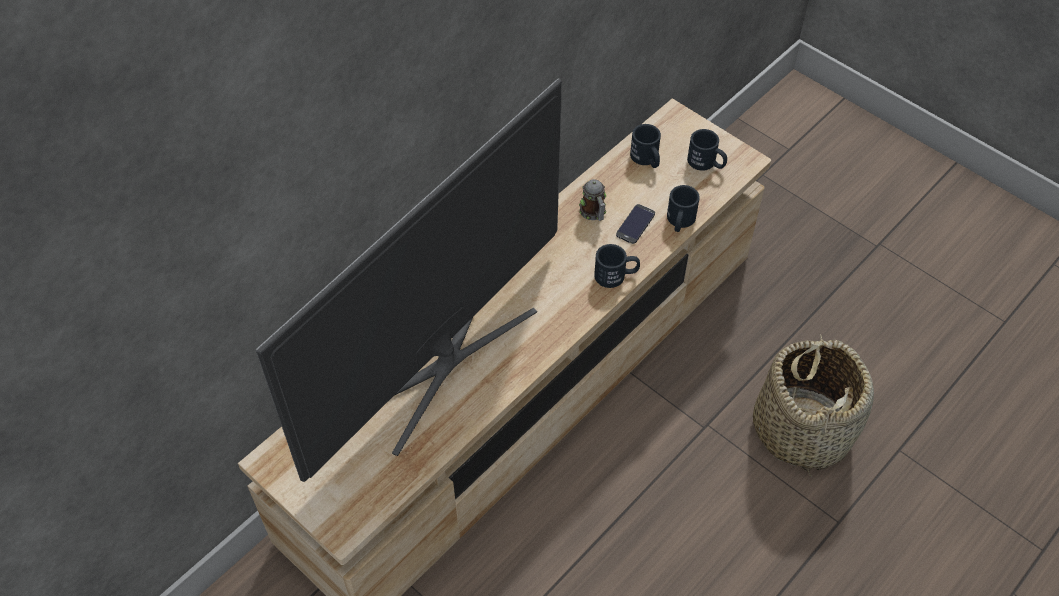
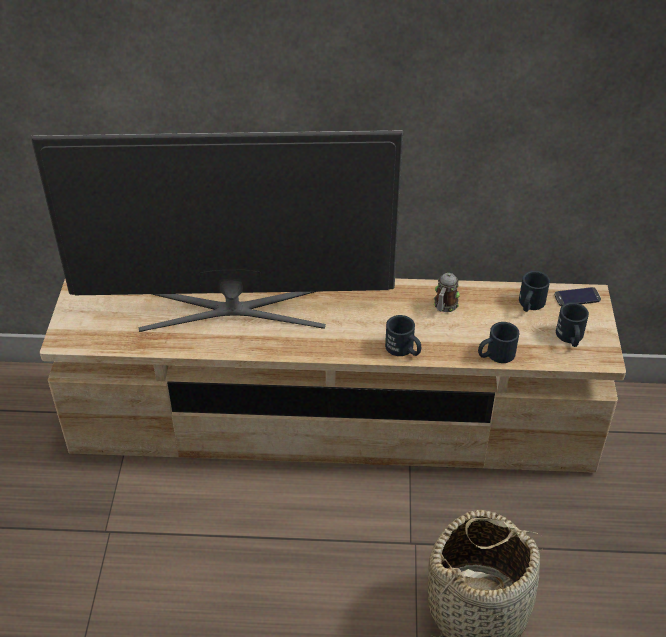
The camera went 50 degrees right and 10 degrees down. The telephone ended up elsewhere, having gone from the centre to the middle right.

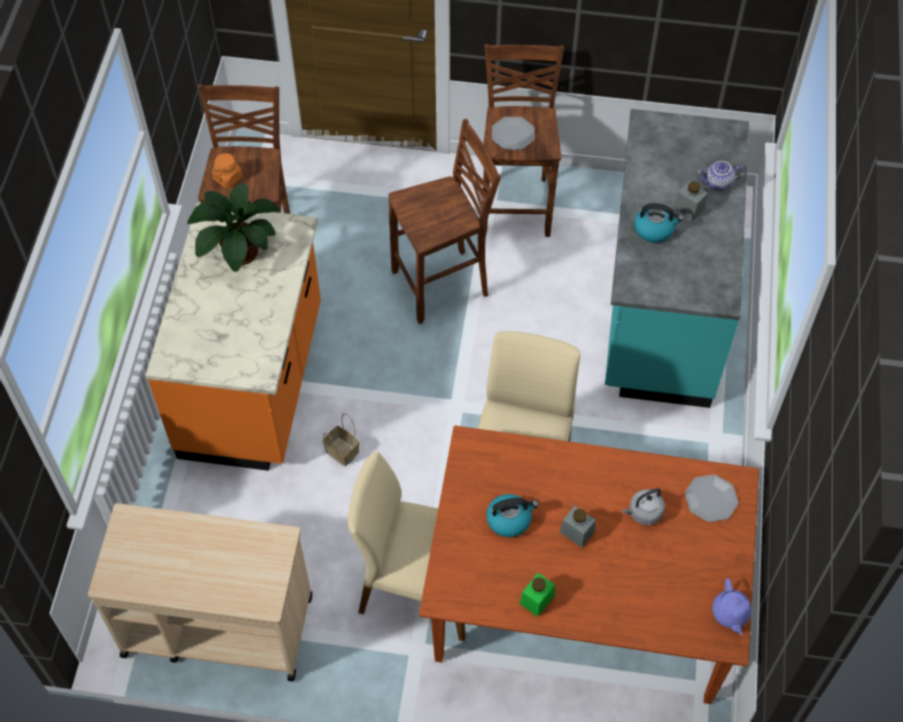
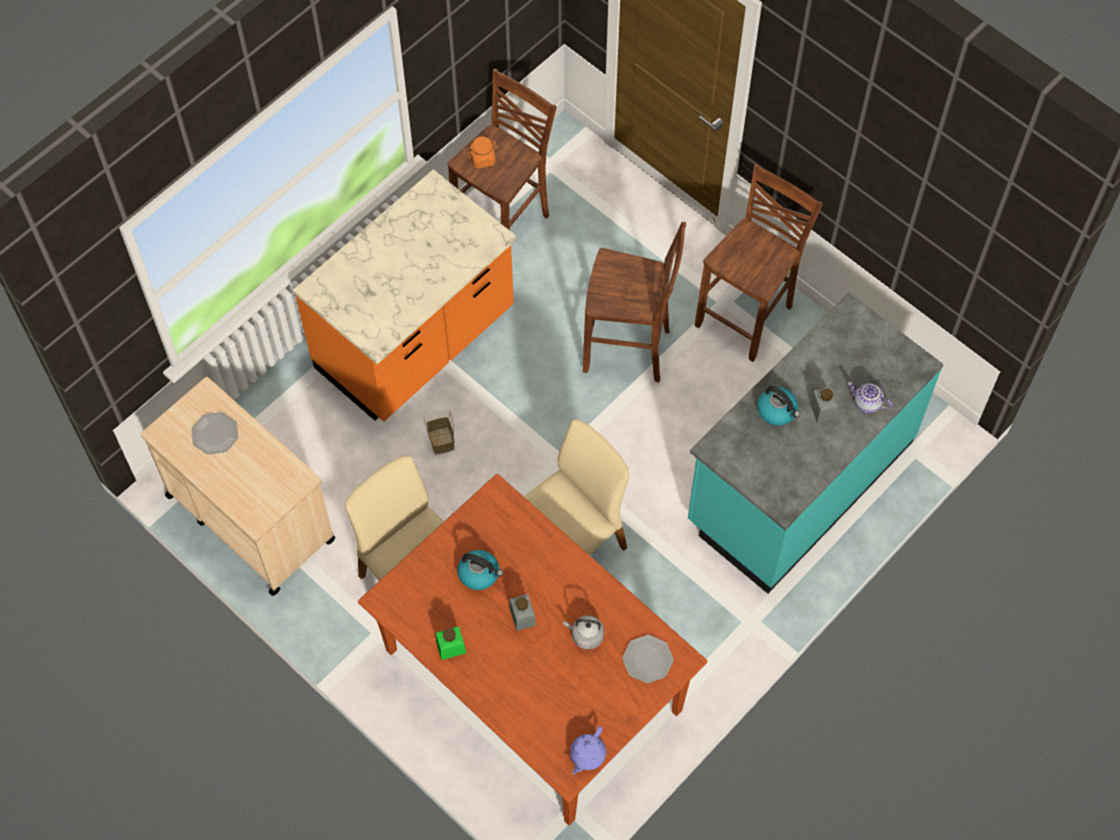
The camera went 35 degrees right and 5 degrees up. The second view lost the potted plant at the top left. The flat dish (1st from left) ended up elsewhere, having gone from the top centre to the middle left.

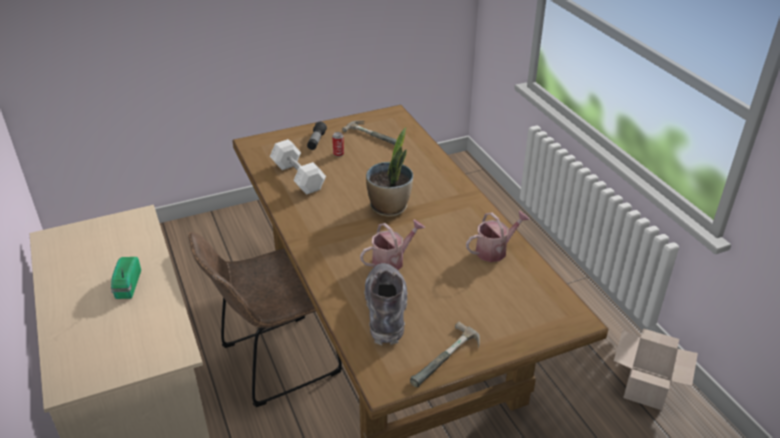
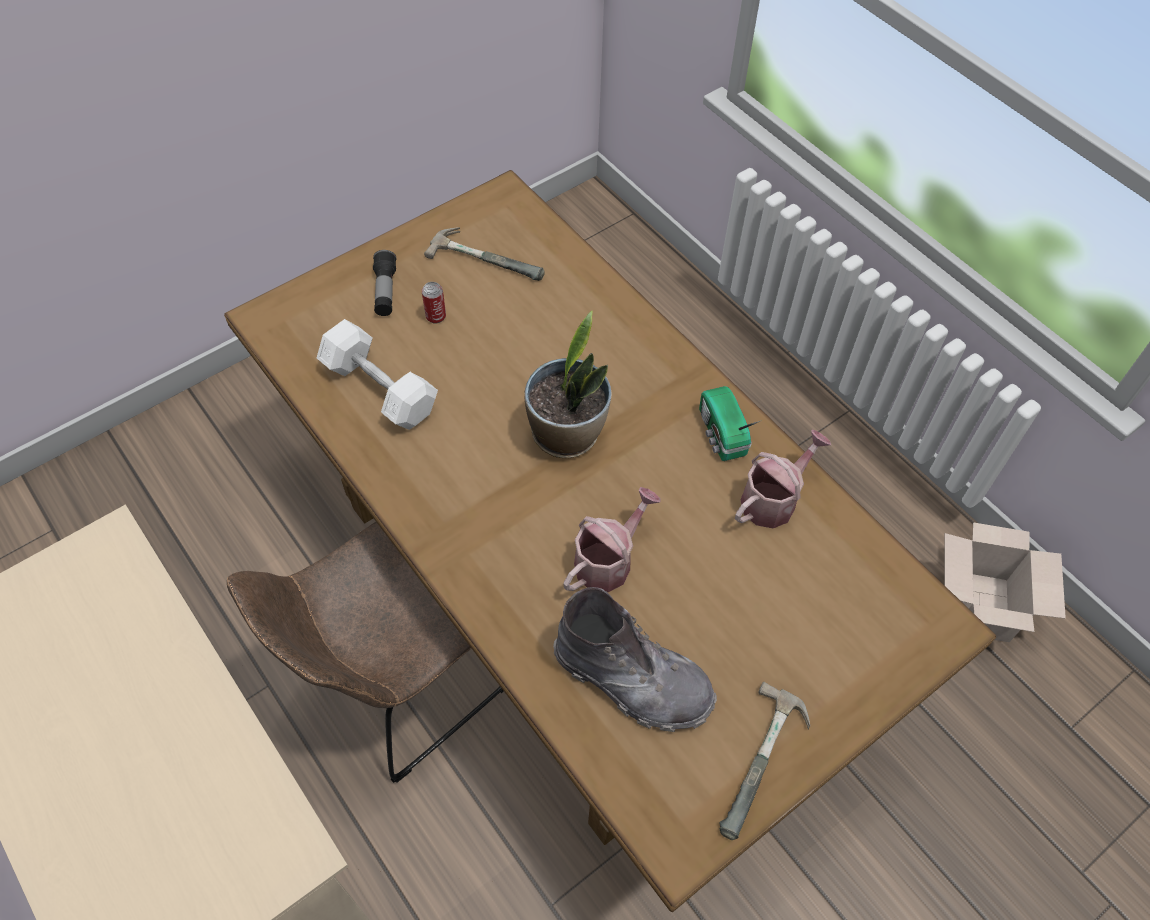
The camera went 15 degrees left and 20 degrees up. The radio set ended up elsewhere, having gone from the middle left to the centre. The tall boot (greyish) at the bottom centre ended up facing another way, 135 degrees clockwise from before.

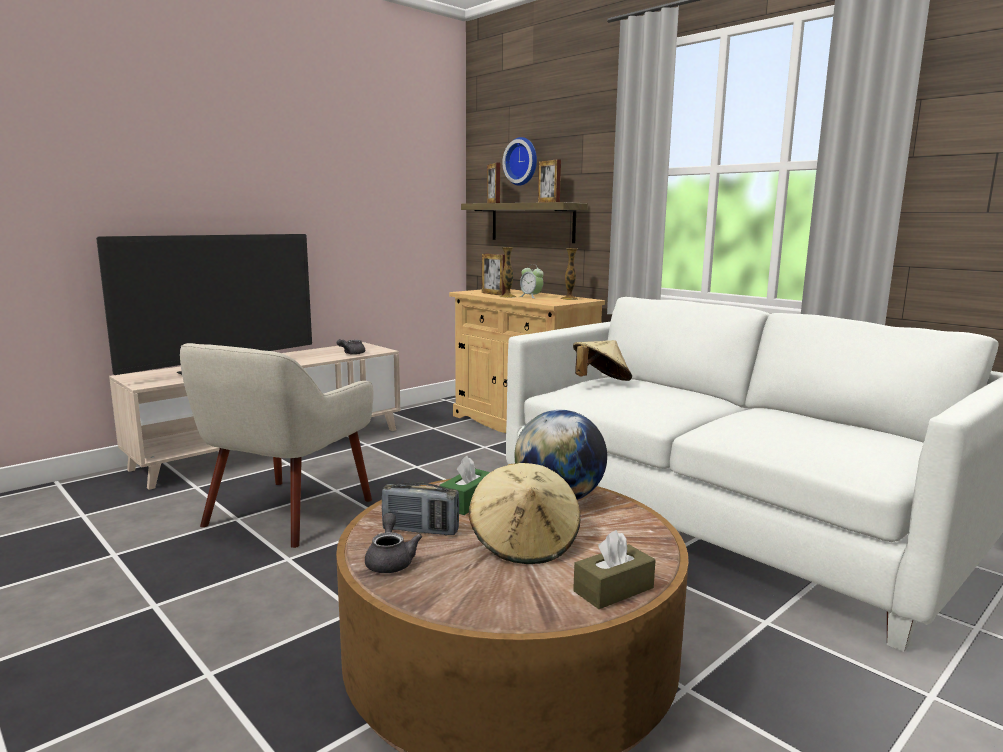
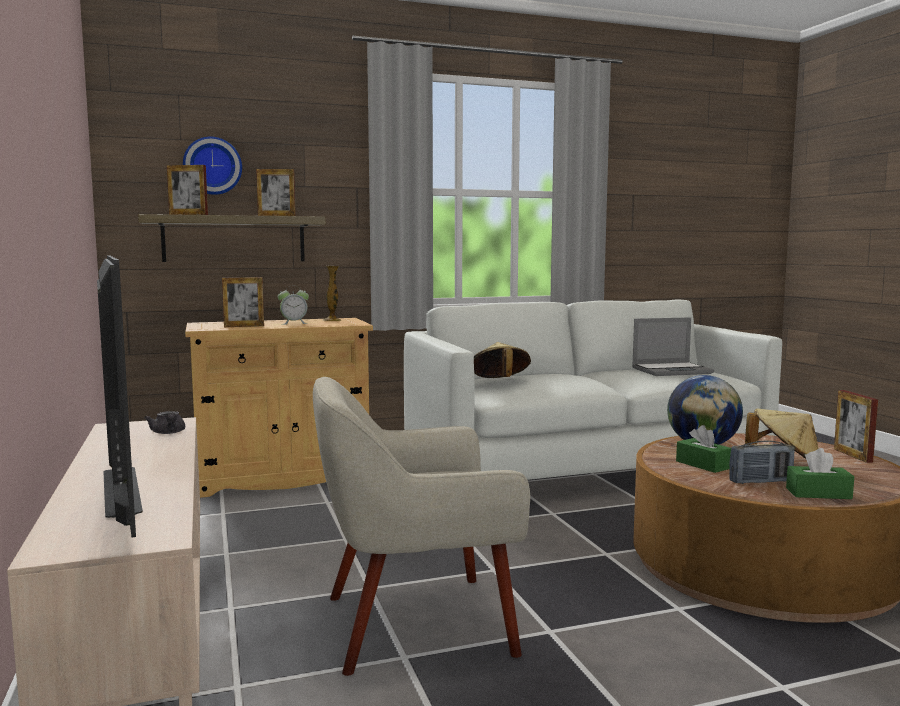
The camera went 65 degrees left and 5 degrees down. The lounge chair (beige) at the middle left ended up facing another way, 120 degrees clockwise from before. Where the pot for tea (greyish) (2nd from left) stood at the bottom centre, the box of tissues (green-coloured) (2nd from left) came to stand at the bottom right. The radio set at the bottom centre ended up facing another way, 45 degrees clockwise from before. The second view lost the flower vase (1st from left) at the centre. Where the box of tissues (brownish) stood at the bottom centre, the standing frame (4th from left) came to stand at the middle right. The second view gained the portable computer at the middle right.

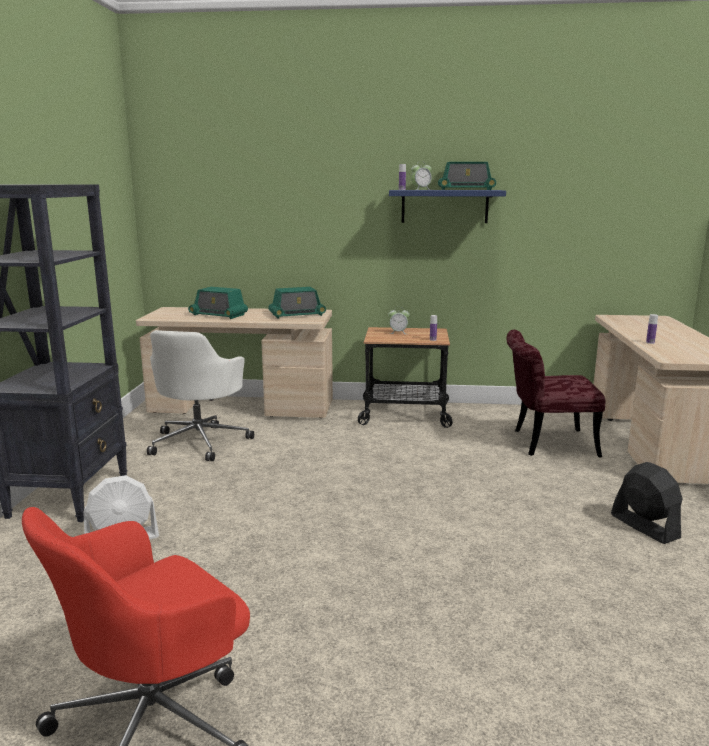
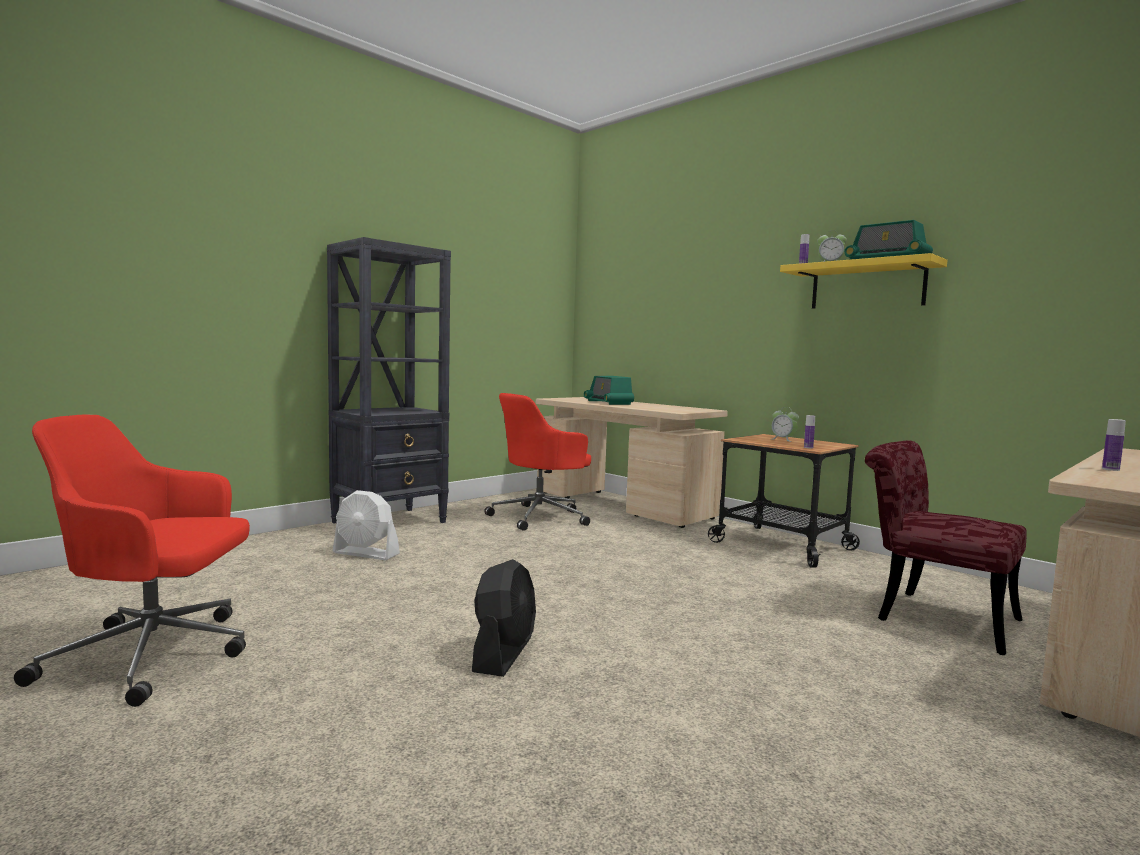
The camera went 40 degrees right and 10 degrees down. What was the office chair (whitish) at the middle left turned into the office chair (reddish) (2nd from left) at the centre. The second view lost the radio set (2nd from left) at the centre. What was the bracket shelf (blue) at the top centre turned into the bracket shelf (yellow-coloured) at the top right. The cooling fan (black) ended up elsewhere, having gone from the bottom right to the bottom centre.

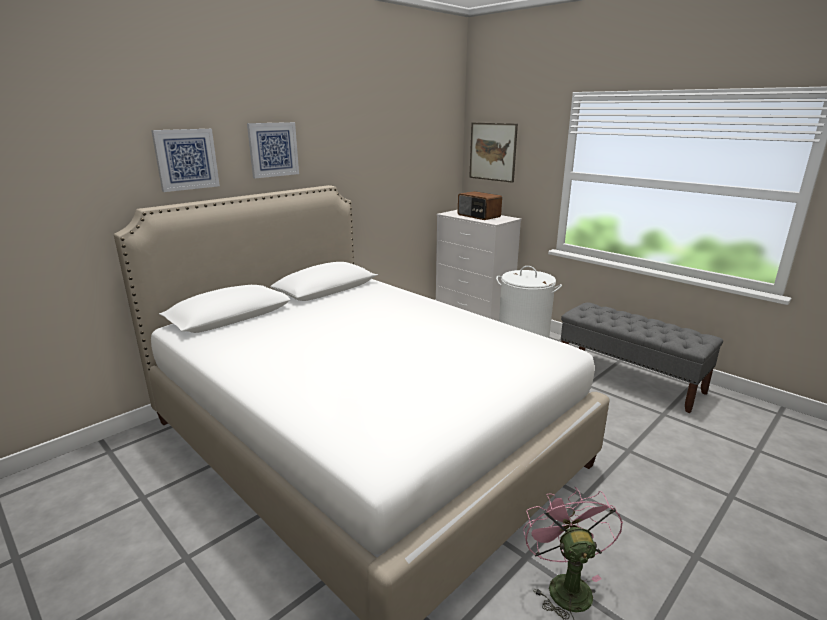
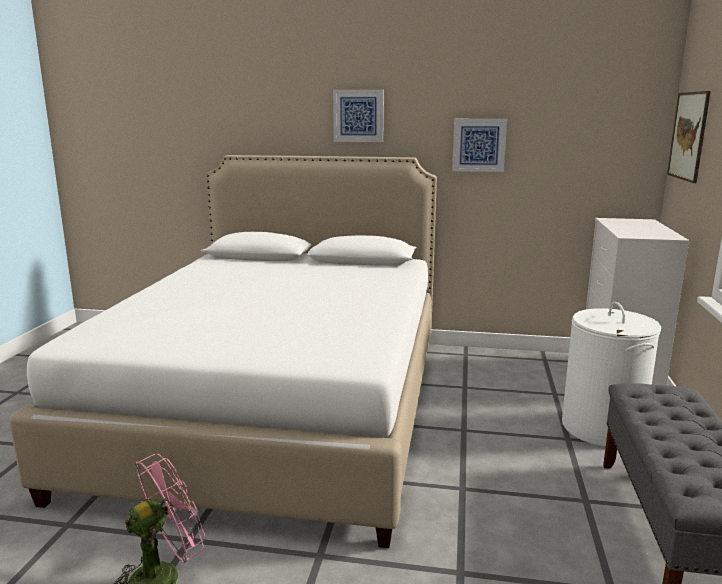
The camera went 55 degrees right and 5 degrees down. The wall picture (1st from left in the first image) ended up elsewhere, having gone from the top left to the top centre. The second view lost the radio set at the top centre.

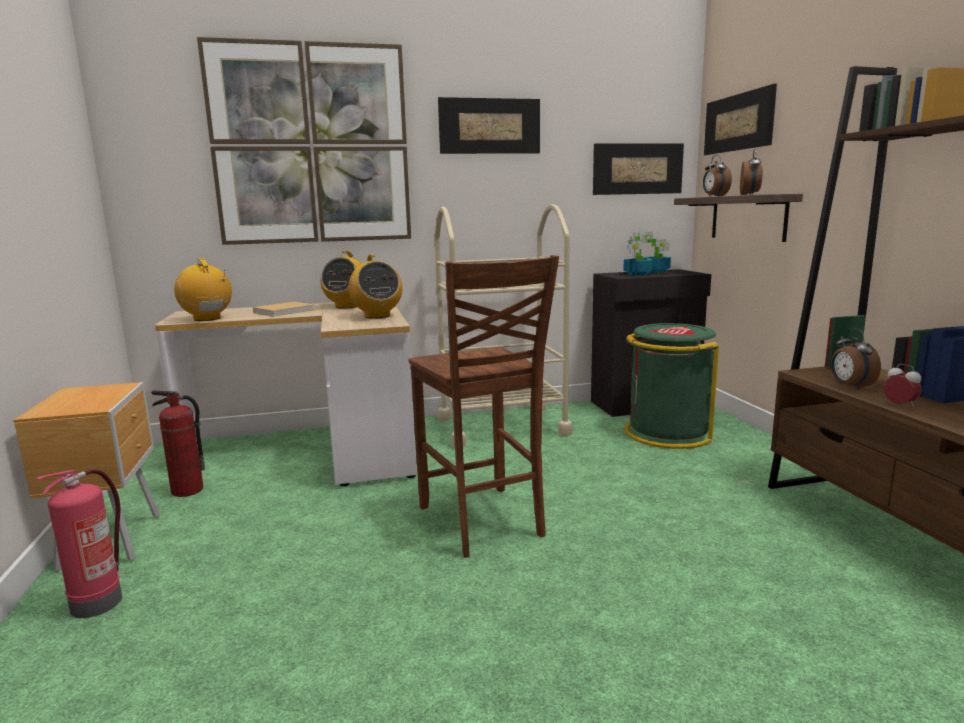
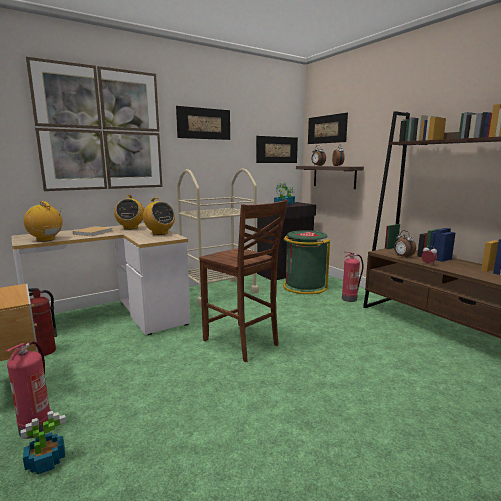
The camera went 20 degrees left and 0 degrees up. The second view gained the potted plant (1st from left) at the bottom left. The second view gained the fire-fighting cylinder (3rd from left) at the middle right.

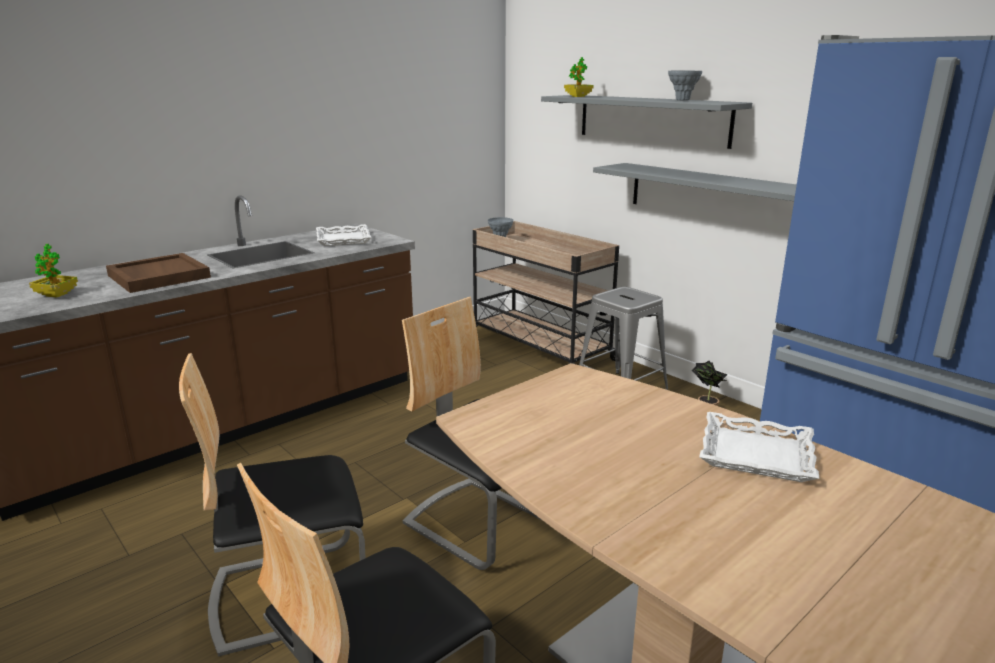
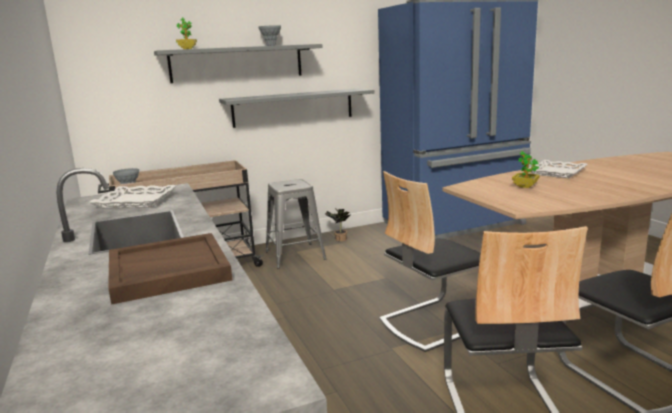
The camera went 70 degrees left and 5 degrees down. The potted plant (1st from left in the first image) ended up elsewhere, having gone from the middle left to the middle right.

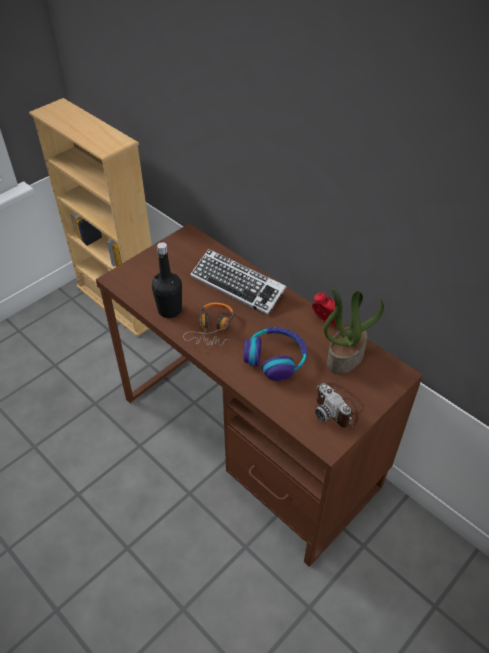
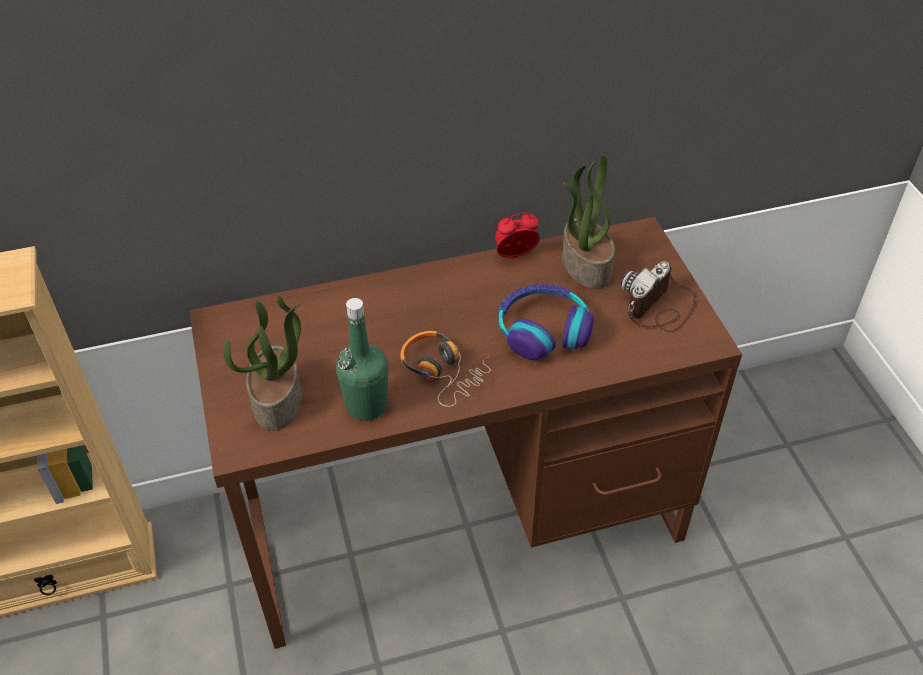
The camera went 60 degrees left and 0 degrees up. What was the bottle (black) at the centre turned into the bottle (green-coloured) at the centre. The second view lost the computer keyboard at the centre. The still camera at the middle right ended up facing another way, 135 degrees clockwise from before. The second view gained the potted plant (1st from left) at the middle left.

